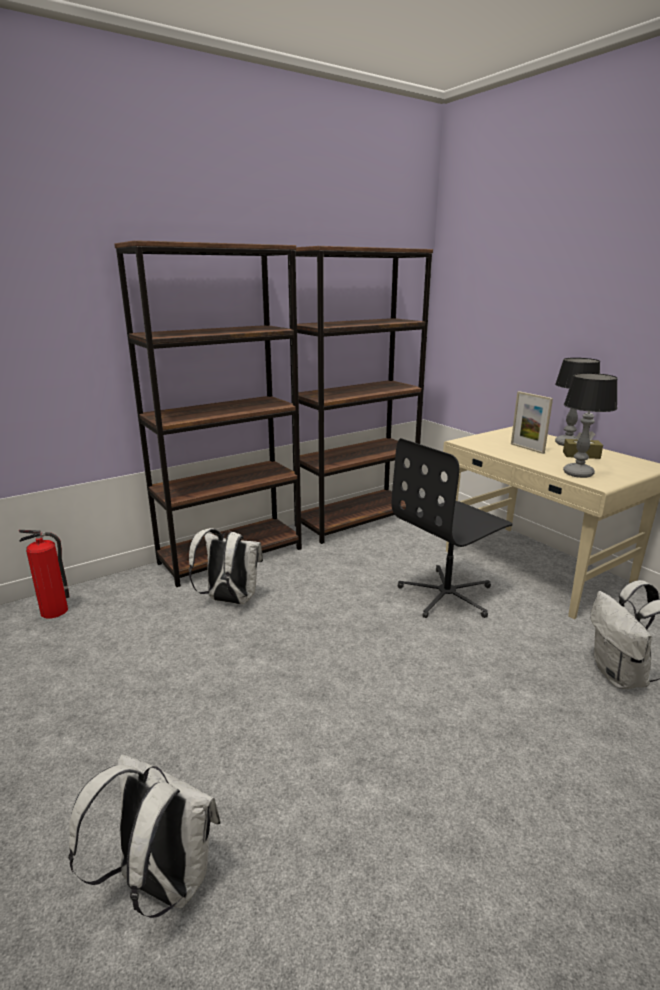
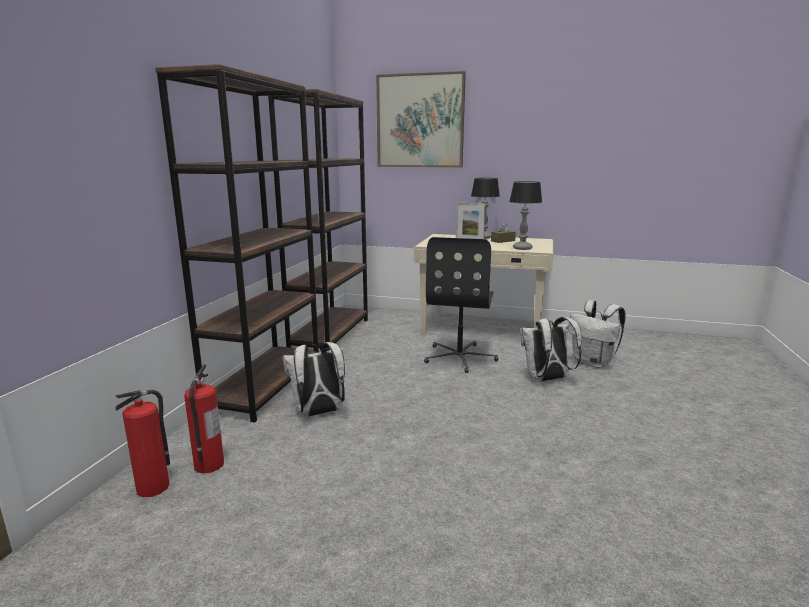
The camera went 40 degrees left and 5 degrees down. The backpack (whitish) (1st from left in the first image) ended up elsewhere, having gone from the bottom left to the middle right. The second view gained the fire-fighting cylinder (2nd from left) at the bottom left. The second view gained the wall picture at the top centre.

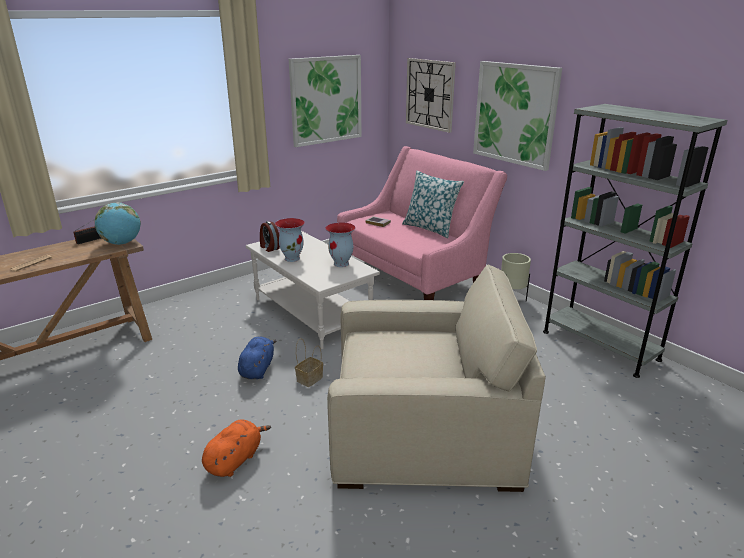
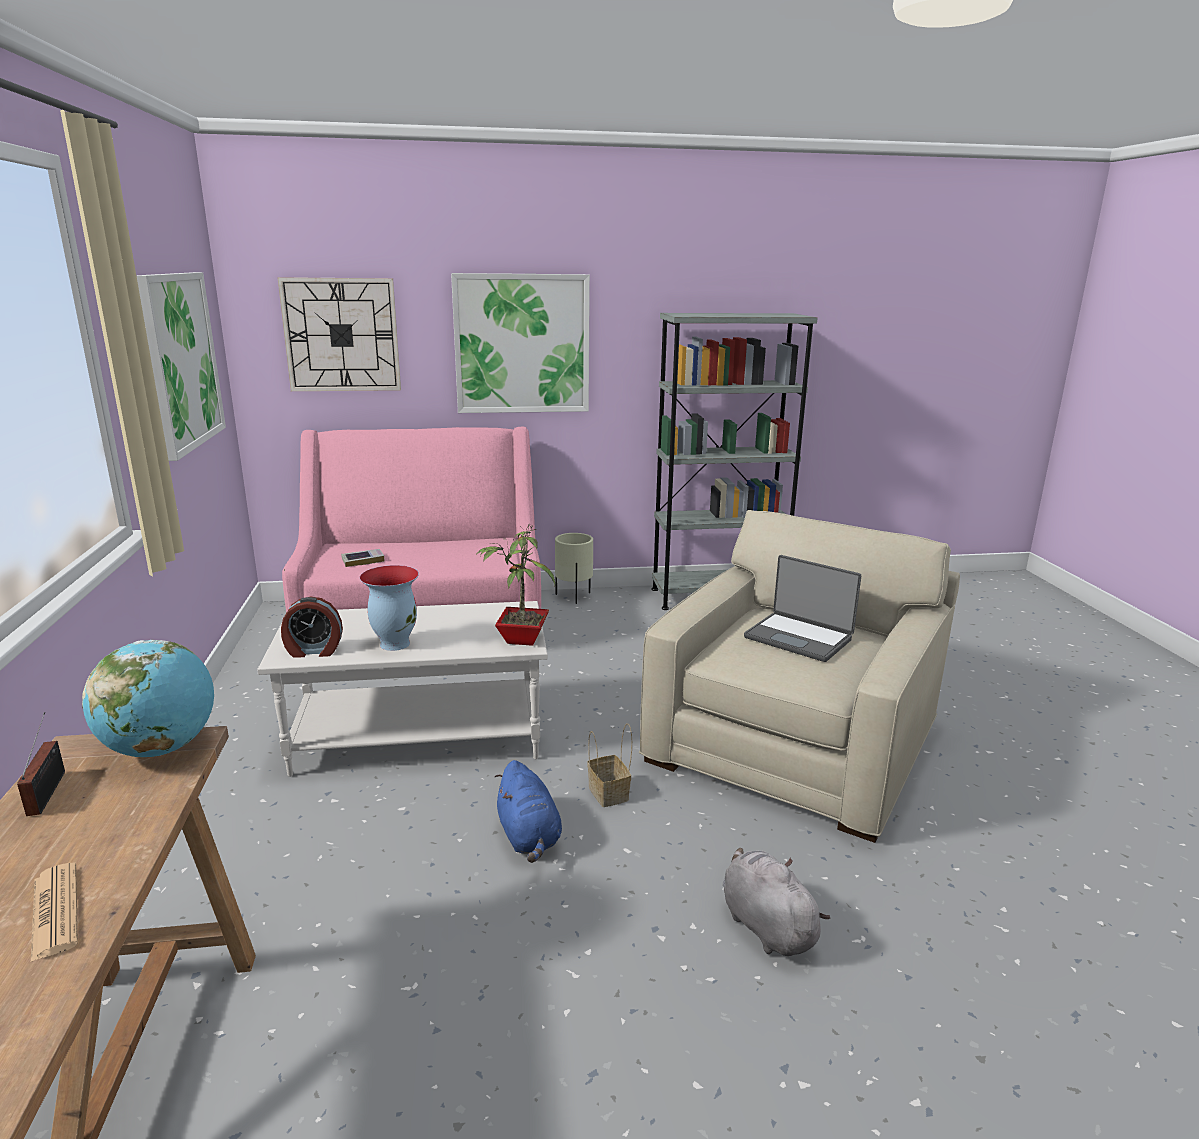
The camera went 60 degrees left and 5 degrees down. What was the cuddly toy (orangey) at the bottom left turned into the cuddly toy (greyish) at the bottom centre. The cuddly toy (blue) at the centre ended up facing another way, 150 degrees counterclockwise from before. The second view lost the flower vase (2nd from left) at the centre. The second view lost the pillow at the centre. The second view gained the potted plant at the centre. The second view gained the portable computer at the middle right.

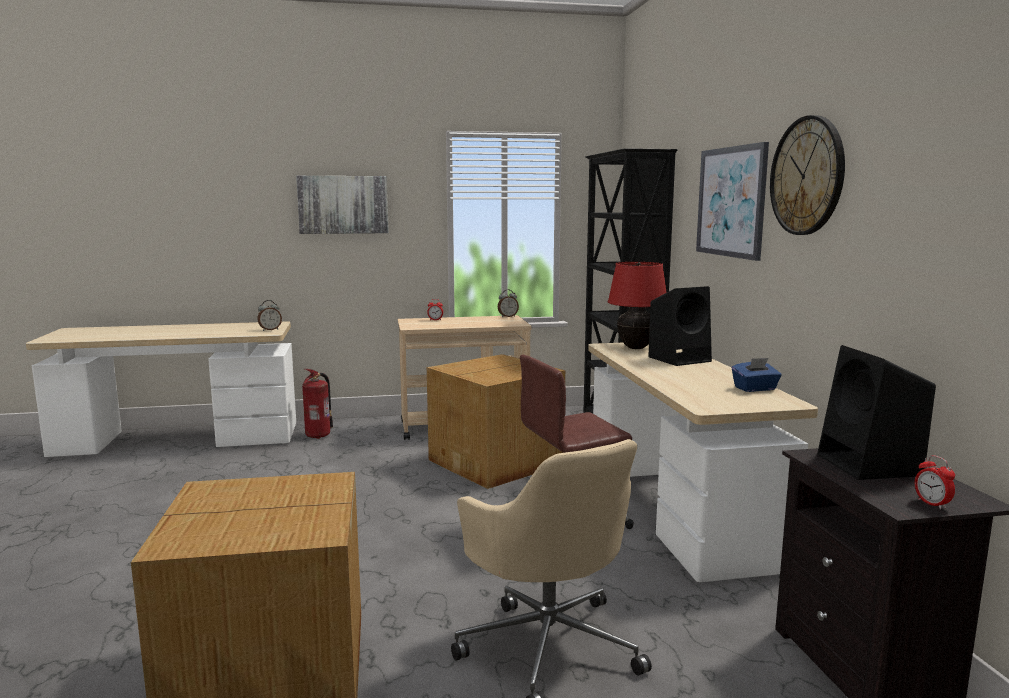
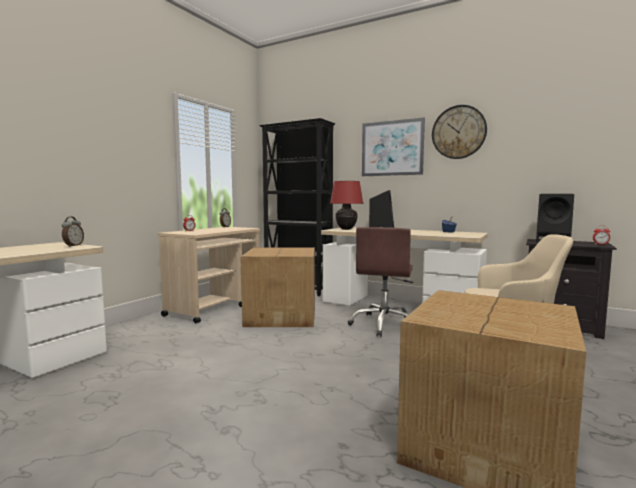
The camera went 50 degrees left and 5 degrees down. The second view lost the wall picture (1st from left) at the top centre. The second view lost the fire-fighting cylinder at the middle left.

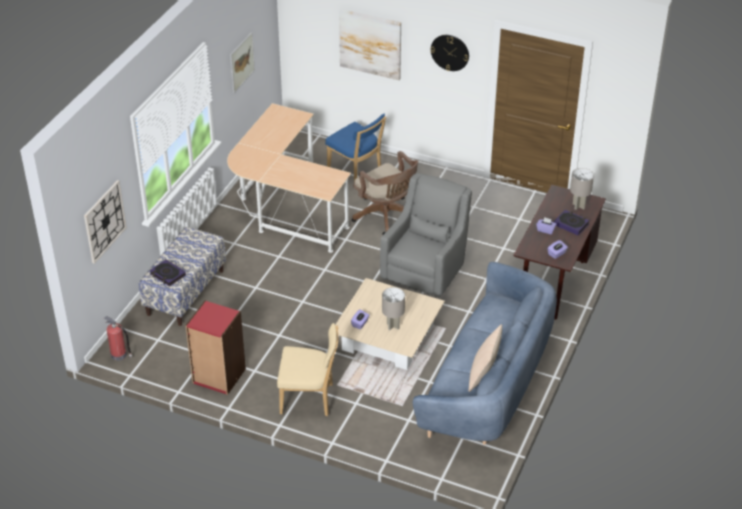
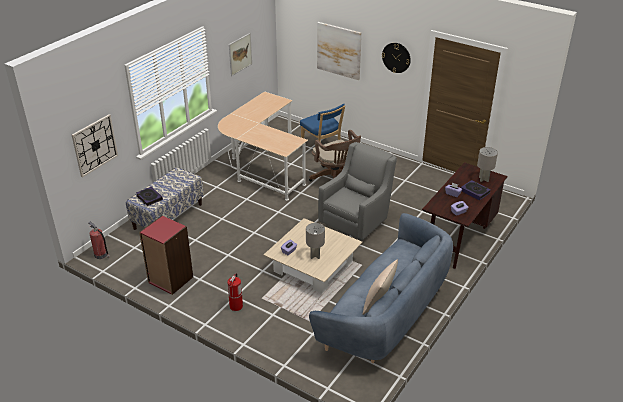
The camera went 10 degrees right and 5 degrees down. Where the plain chair (beige) stood at the bottom centre, the fire-fighting cylinder (2nd from left) came to stand at the bottom centre.

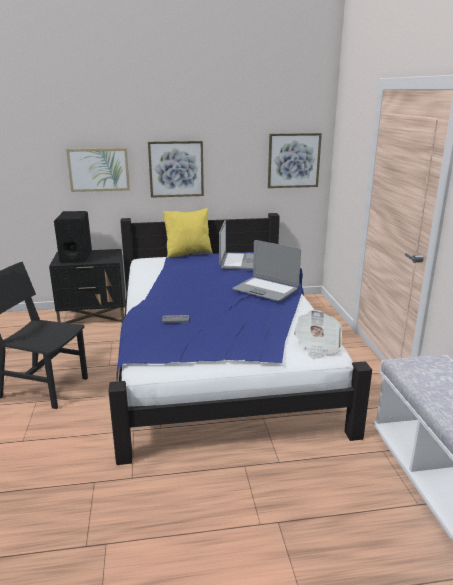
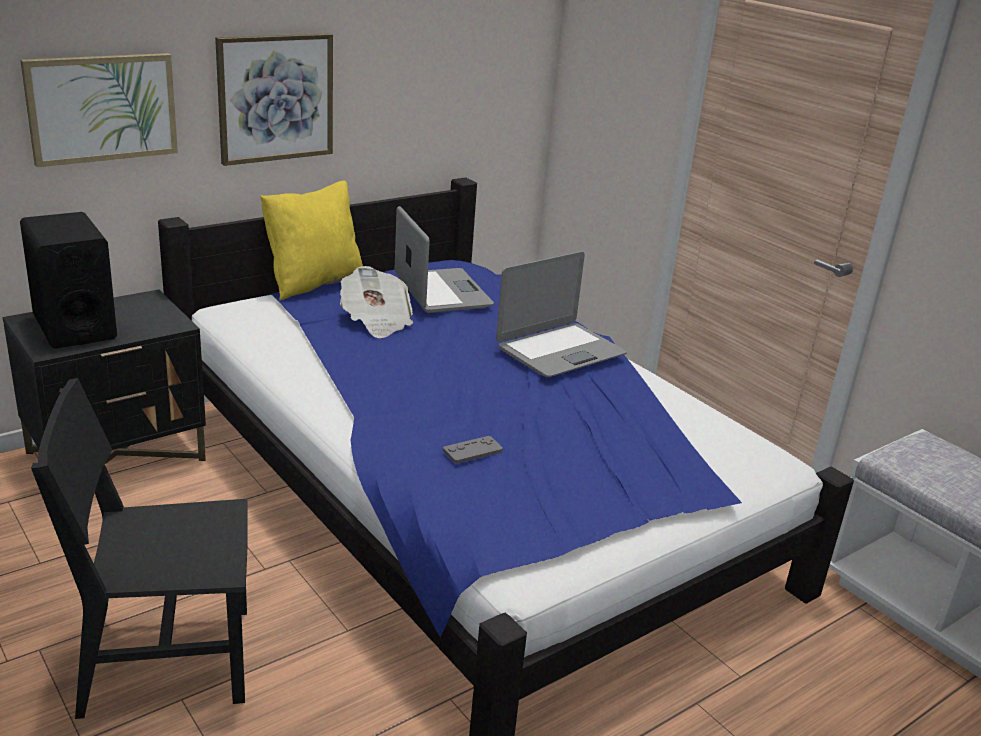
The camera went 30 degrees left and 5 degrees up. The portable computer (2nd from left) at the centre ended up facing another way, 45 degrees counterclockwise from before. The second view lost the wall picture (3rd from left) at the top centre. The printed paper ended up elsewhere, having gone from the middle right to the centre.

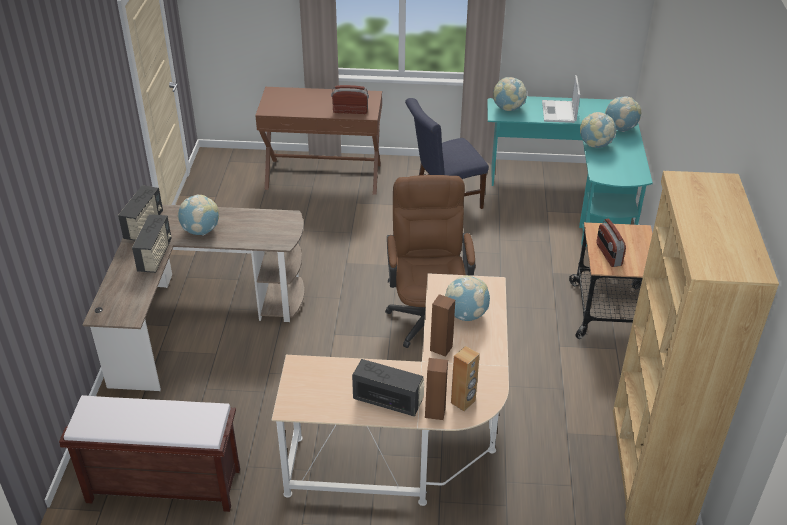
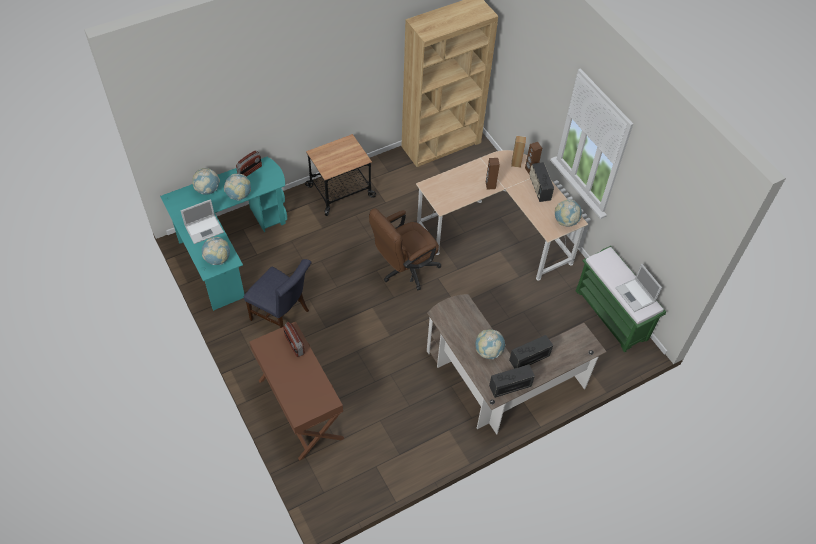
The camera went 125 degrees left and 15 degrees up. What was the indoor bench (brownish) at the bottom left turned into the indoor bench (green-coloured) at the middle right. The world globe (2nd from left in the first image) ended up elsewhere, having gone from the centre to the middle right. The radio set (5th from left in the first image) ended up elsewhere, having gone from the middle right to the top left. The second view gained the portable computer (2nd from left) at the middle right.

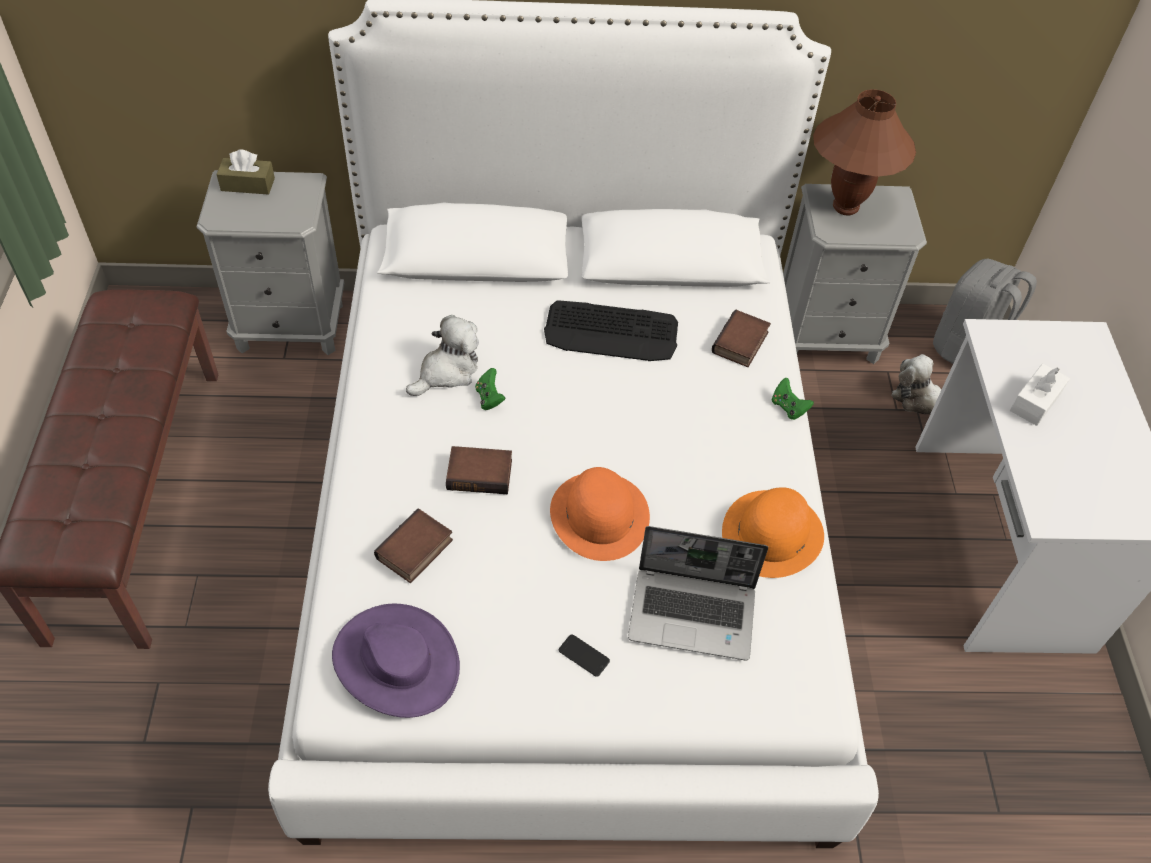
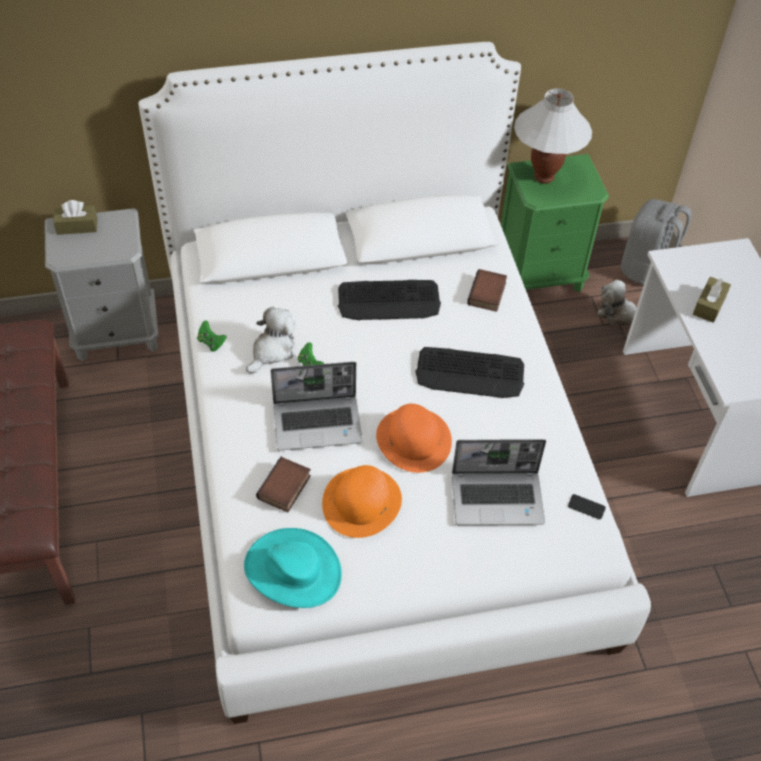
The camera went 10 degrees left and 0 degrees up. What was the hat (purplish) at the bottom centre turned into the hat (turquoise-coloured) at the bottom centre. Where the bound book (2nd from left) stood at the centre, the portable computer (1st from left) came to stand at the centre. The telephone ended up elsewhere, having gone from the bottom centre to the middle right. The hat (orangey) (2nd from left in the first image) ended up elsewhere, having gone from the middle right to the centre. The joypad (green-coloured) (2nd from left in the first image) ended up elsewhere, having gone from the middle right to the middle left. What was the nightstand (greyish) (2nd from left) at the top right turned into the nightstand (green-coloured) at the top right. What was the lamp for a table (brownish) at the top right turned into the lamp for a table (whitish) at the top right. What was the box of tissues (whitish) at the middle right turned into the box of tissues (brownish) (2nd from left) at the middle right. The second view gained the computer keyboard (2nd from left) at the centre.

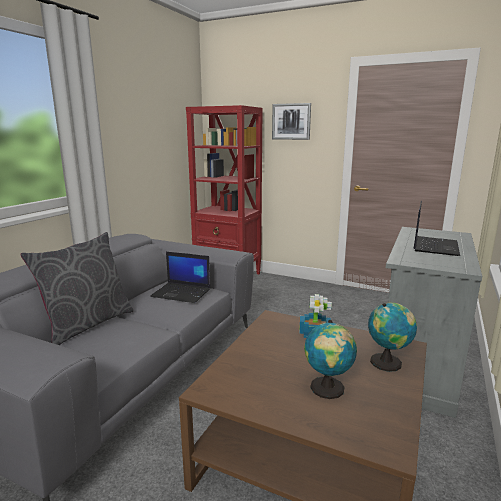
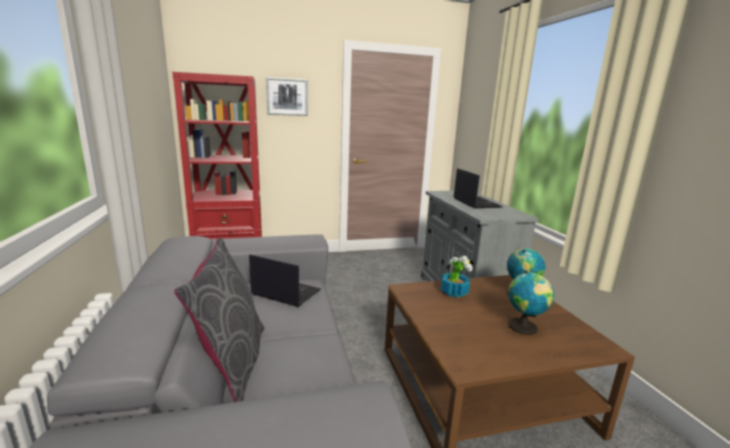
The camera went 40 degrees left and 0 degrees up. The portable computer (1st from left) at the centre ended up facing another way, 135 degrees counterclockwise from before.

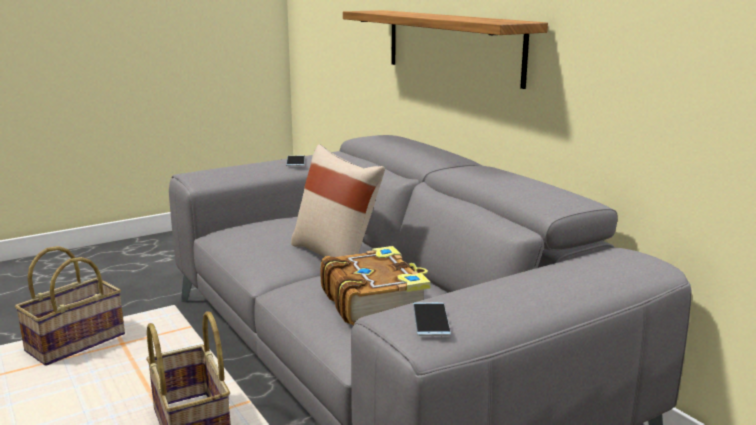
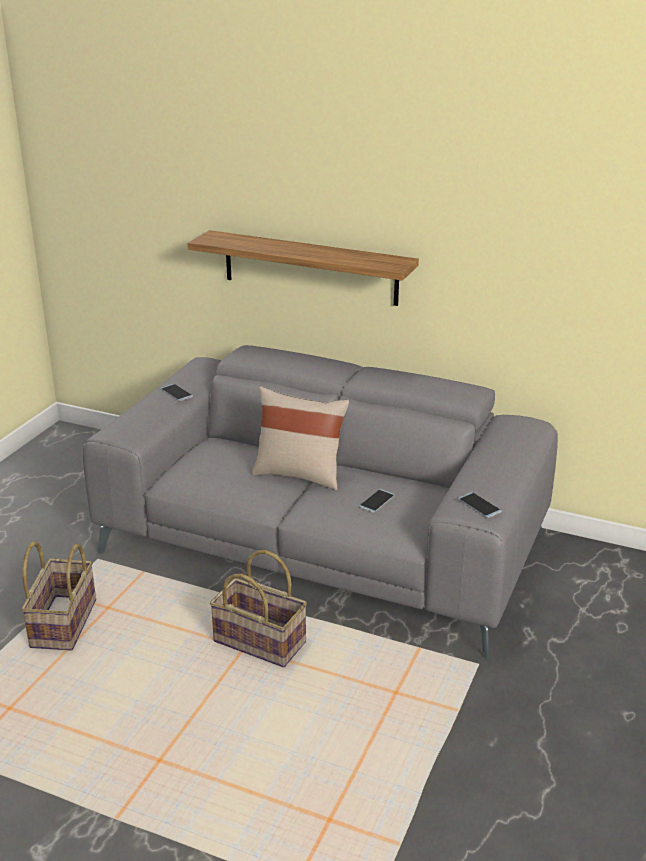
The camera went 35 degrees left and 10 degrees up. Where the bound book stood at the bottom centre, the telephone (2nd from left) came to stand at the centre.

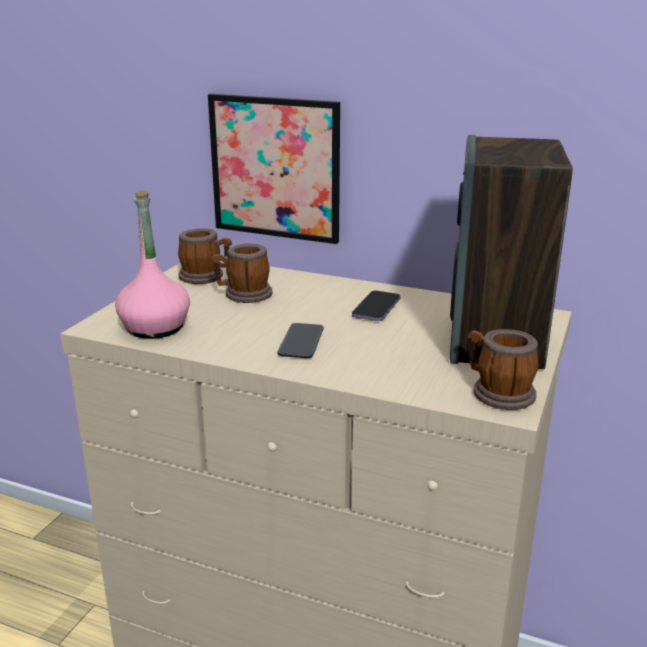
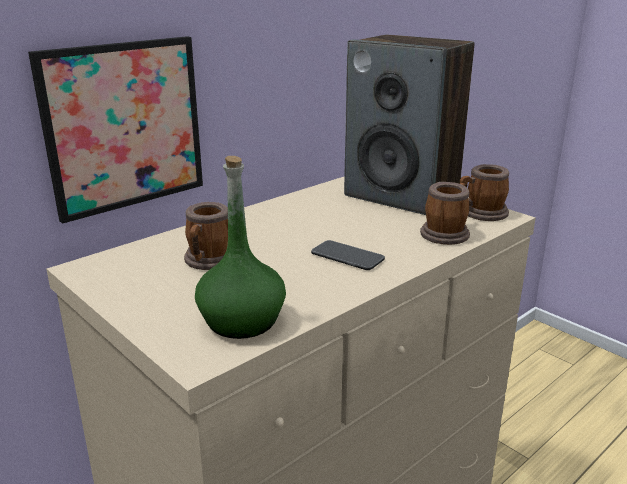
The camera went 65 degrees left and 0 degrees up. What was the bottle (pink-coloured) at the middle left turned into the bottle (green-coloured) at the centre. The coffee mug (1st from left in the first image) ended up elsewhere, having gone from the middle left to the middle right. The second view lost the telephone (2nd from left) at the centre.

